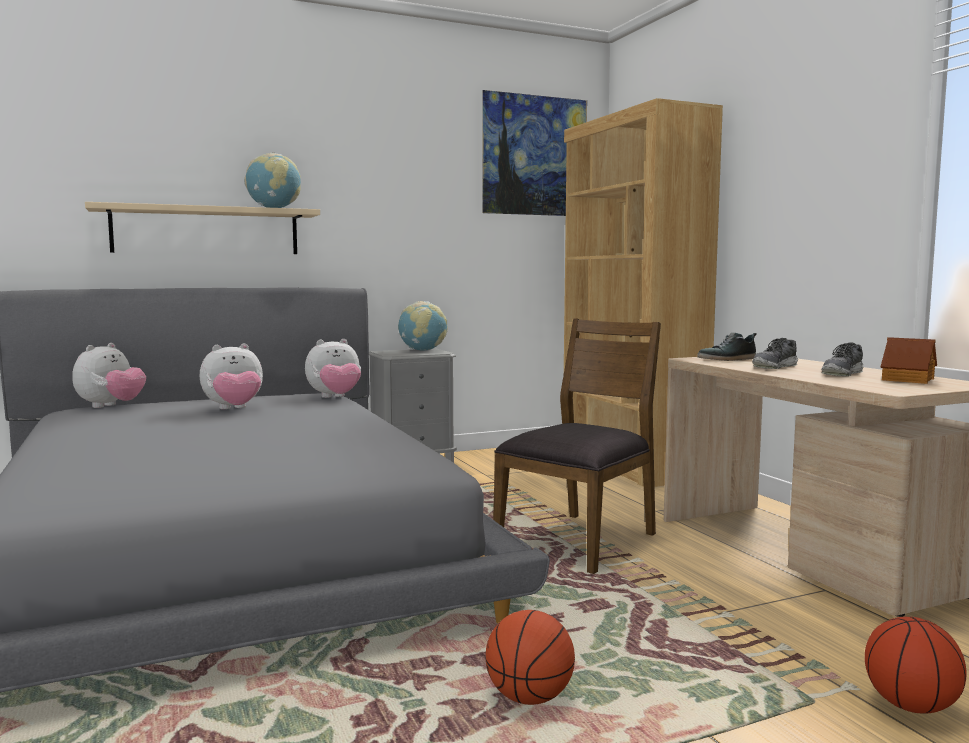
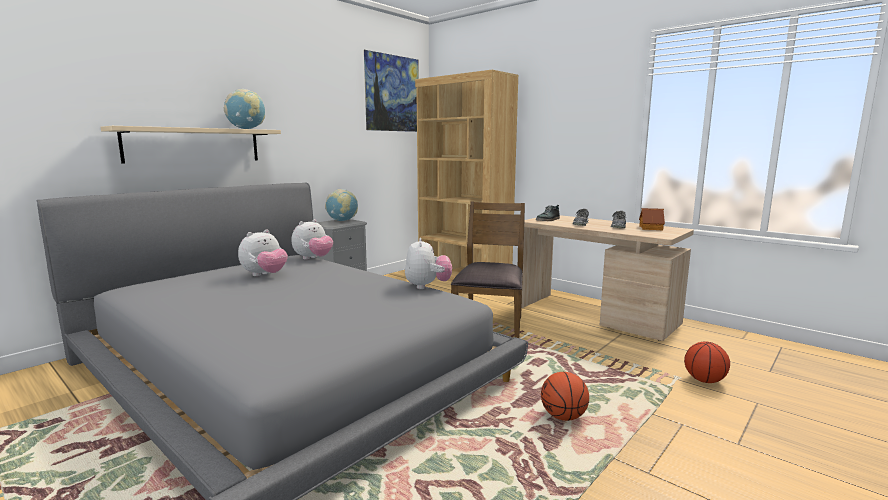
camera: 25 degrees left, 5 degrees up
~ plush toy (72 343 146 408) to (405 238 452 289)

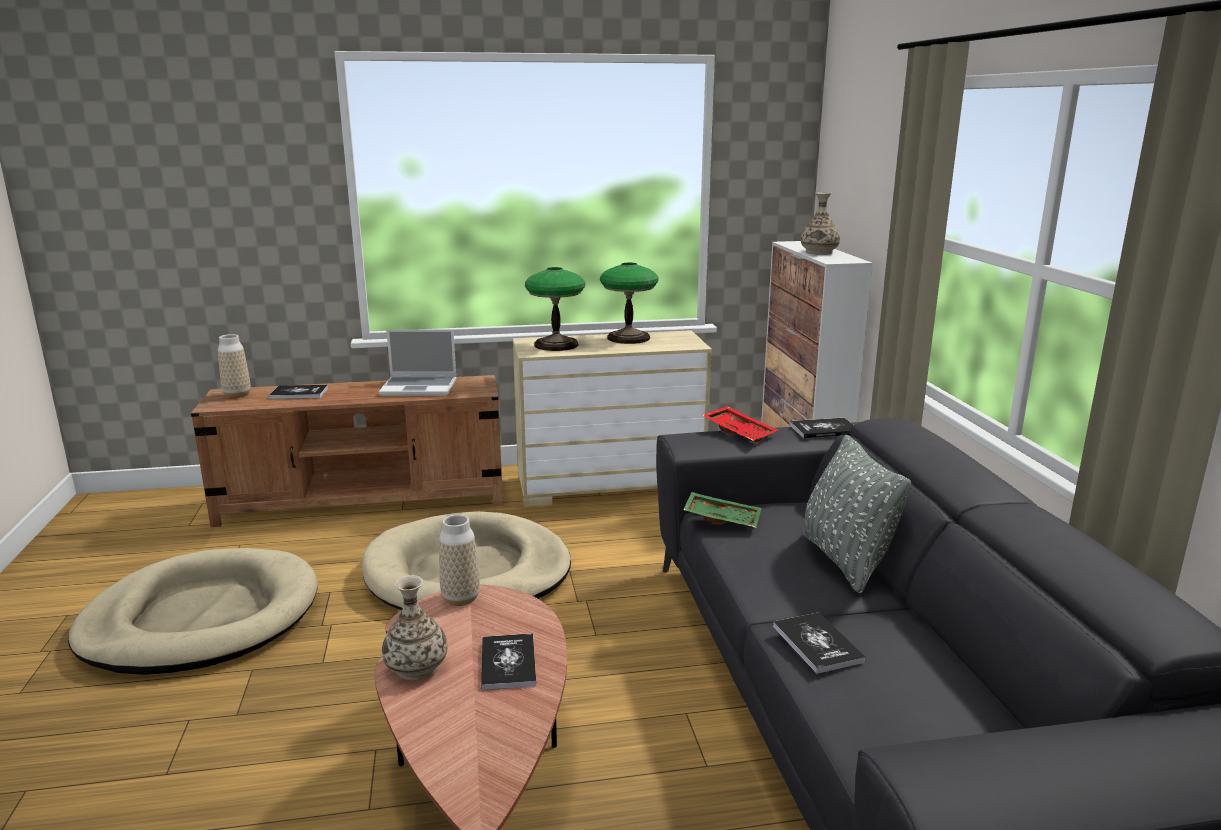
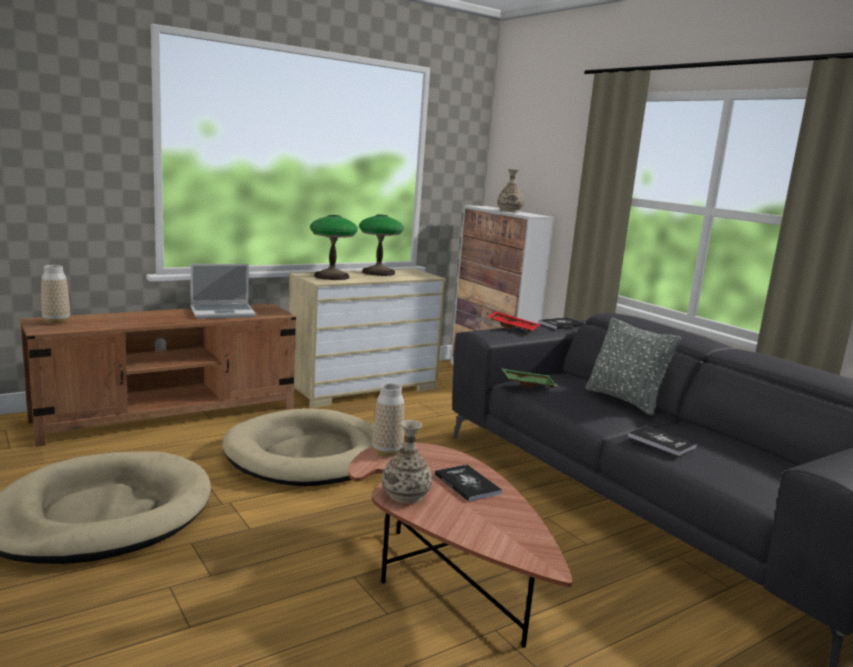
camera: 25 degrees left, 5 degrees down
- book (269 385 328 399)

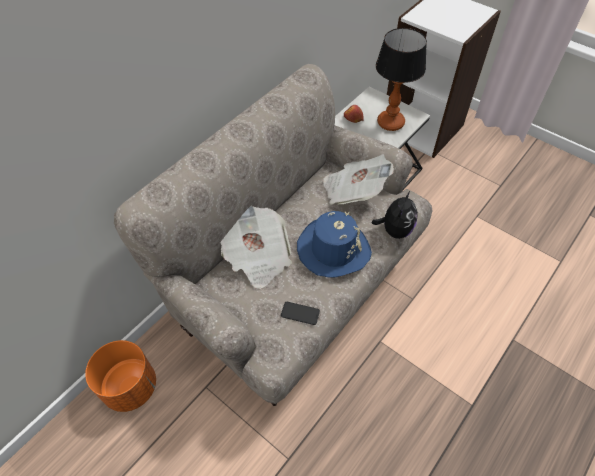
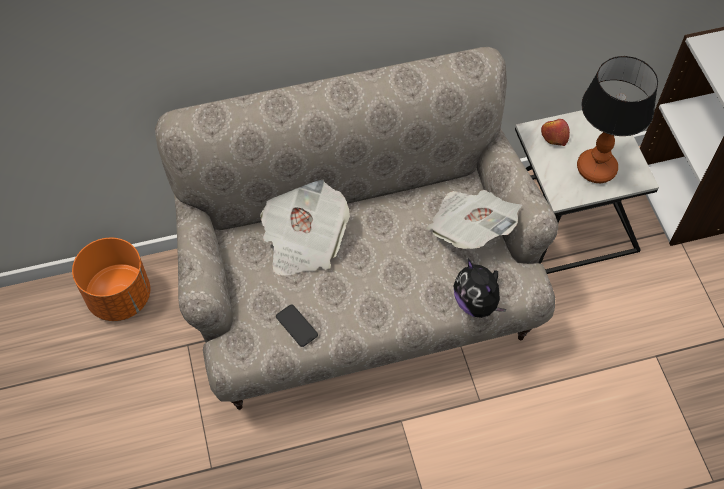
camera: 35 degrees right, 5 degrees up
- hat (blue) (297 211 372 278)
~ plush toy (372 190 418 239) = (453 259 507 318) 90 degrees clockwise

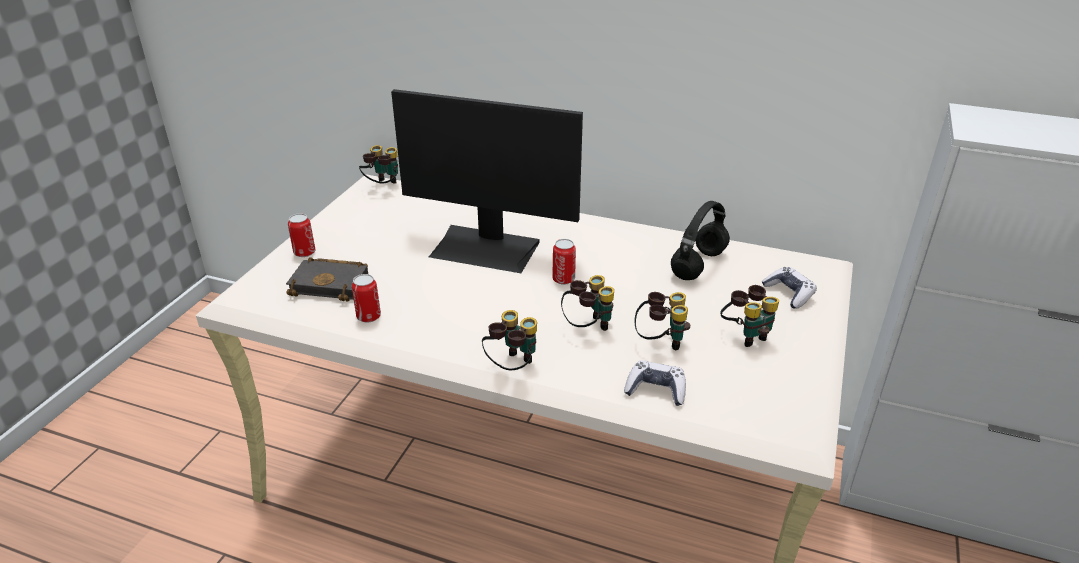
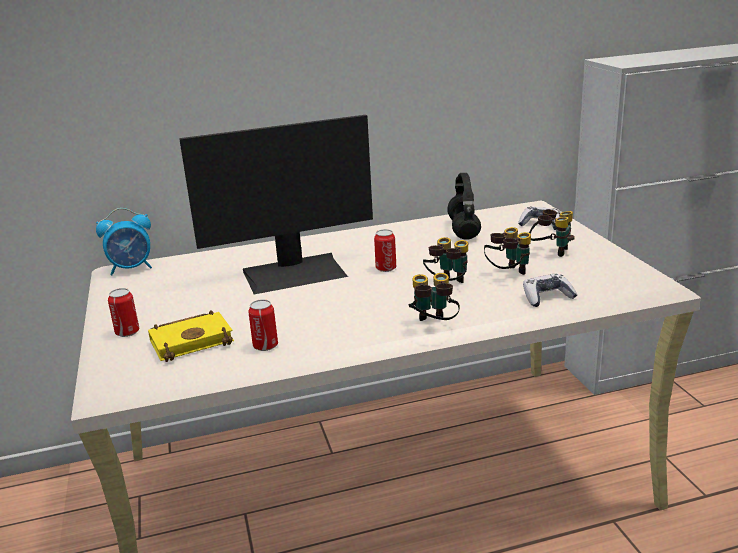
camera: 35 degrees left, 10 degrees down
~ binoculars (359 145 398 184) to alarm clock (96 208 152 275)
~ book (black) (286 257 368 302) to book (yellow) (148 310 234 362)

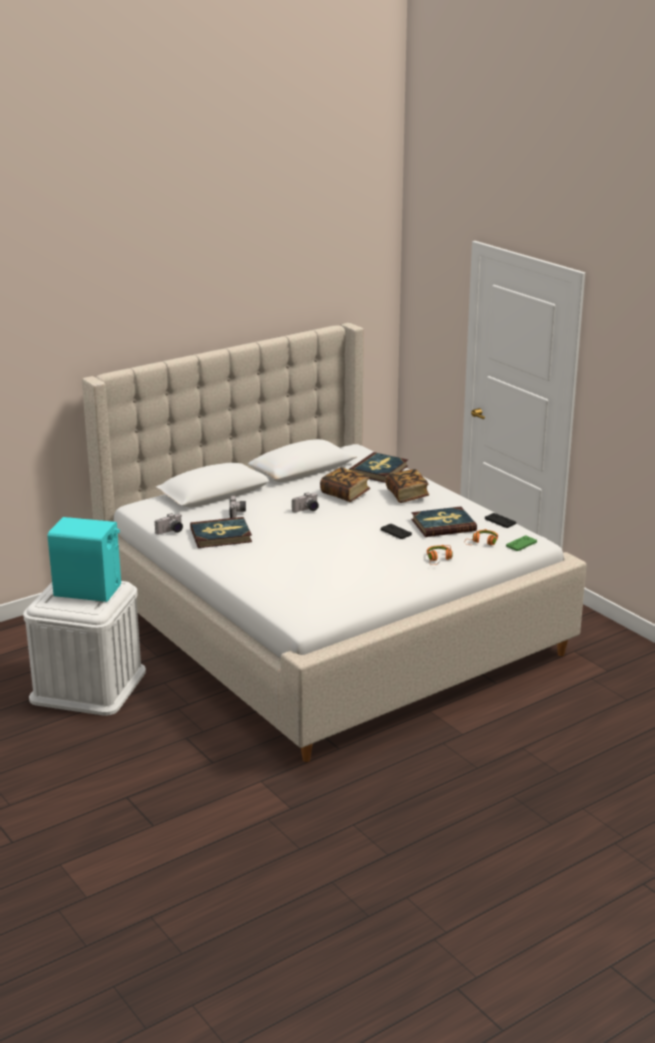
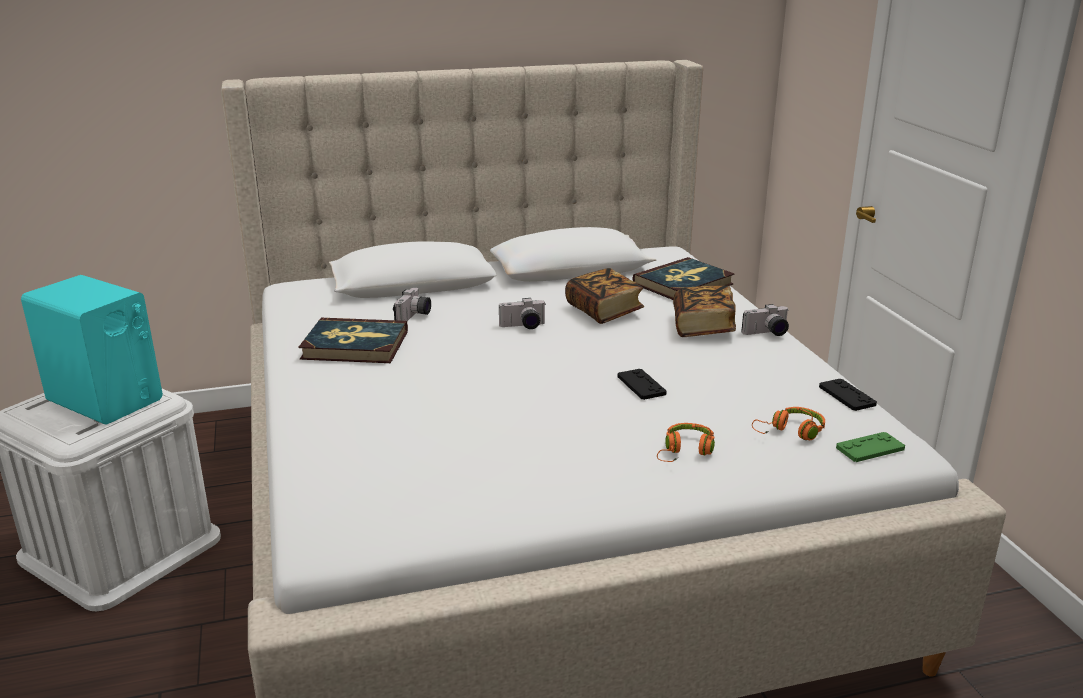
camera: 20 degrees right, 0 degrees up
- book (411 506 477 537)
~ photo camera (155 513 183 535) to (741 304 789 336)

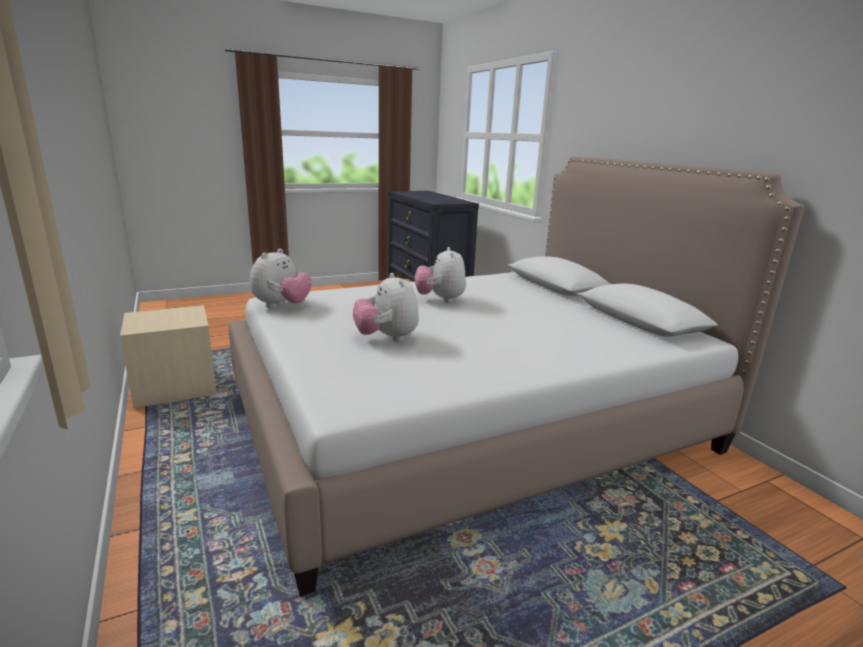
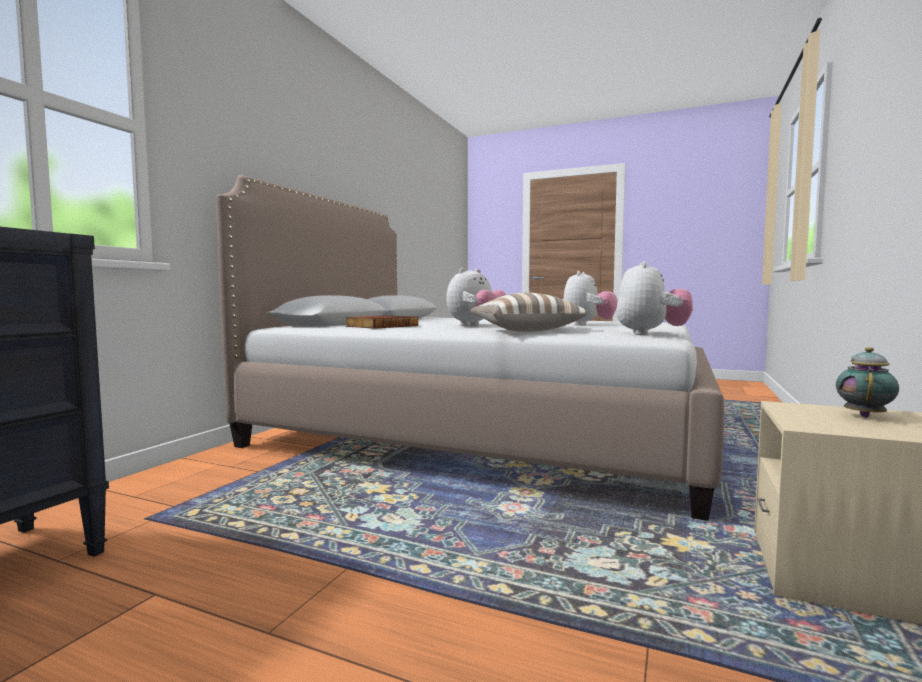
camera: 130 degrees left, 15 degrees down
+ book (345 315 418 329)
+ pillow (470 293 587 332)
+ teapot (836 347 899 418)
~ plush toy (250 249 312 308) = (616 261 693 335) 120 degrees clockwise

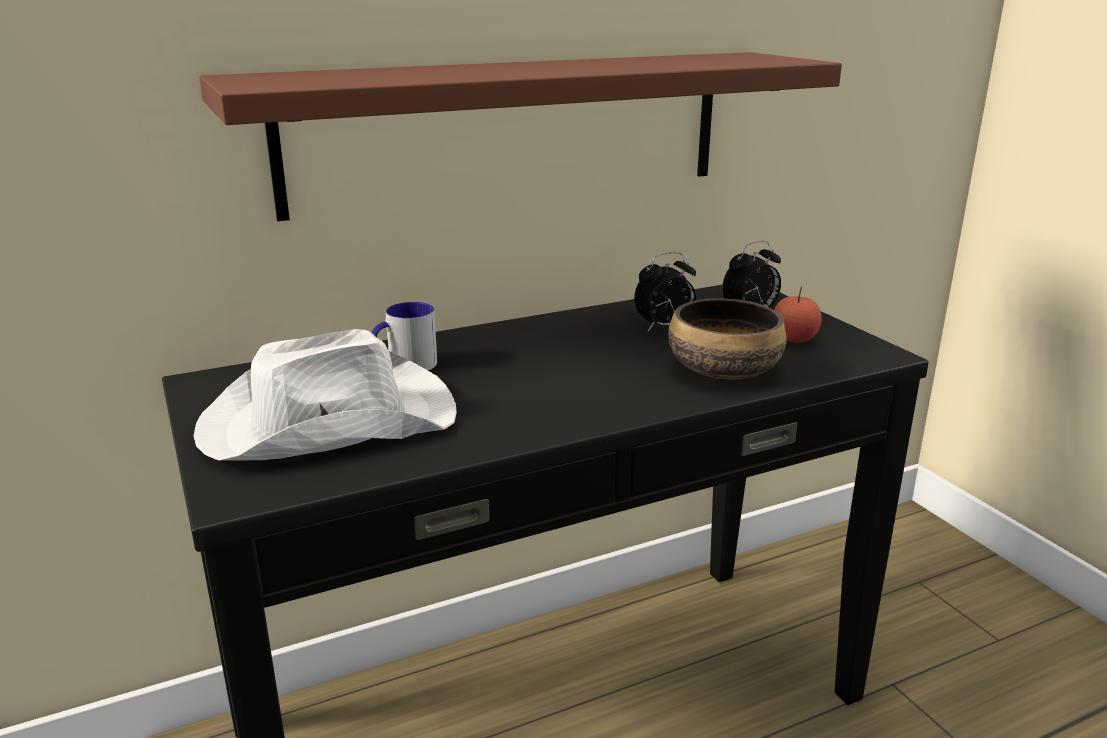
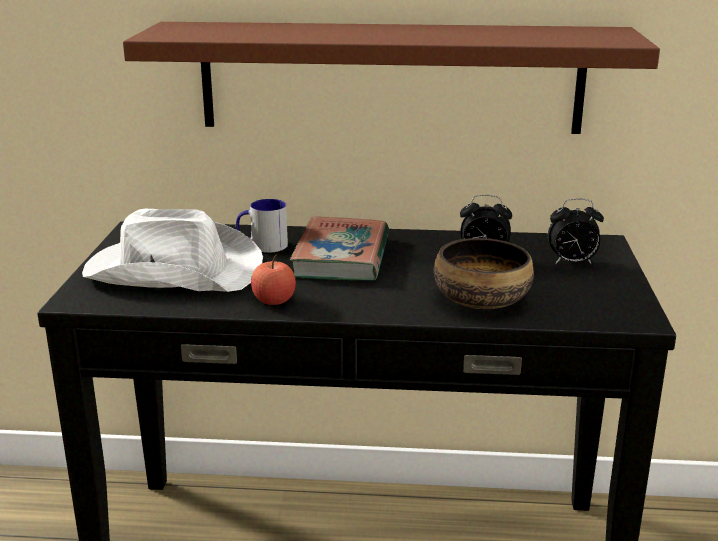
camera: 30 degrees right, 0 degrees up
+ book (290 216 389 281)
~ apple (774 286 821 343) to (251 254 296 305)

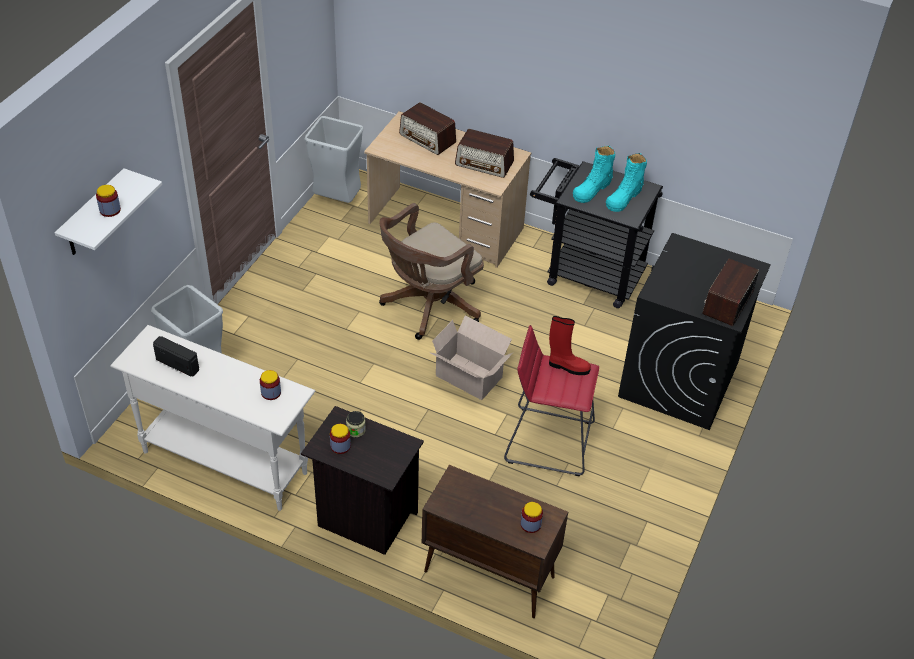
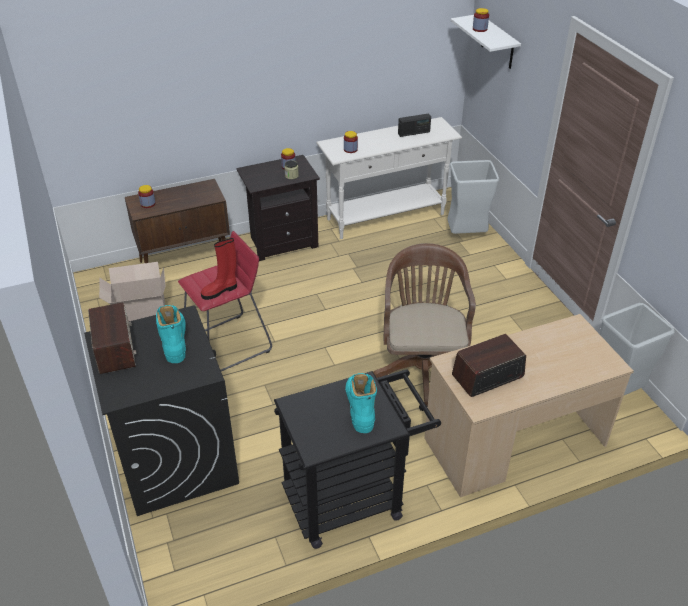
camera: 135 degrees right, 5 degrees down
- radio (399 102 456 155)
~ cardboard box (429 315 513 400) to (99 262 165 321)
~ boot (turquoise) (606 153 647 212) to (156 305 186 363)

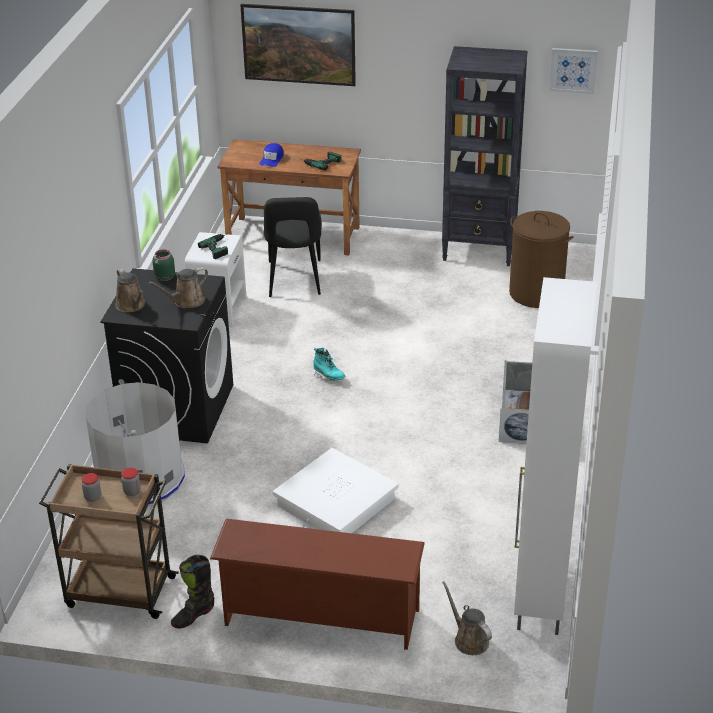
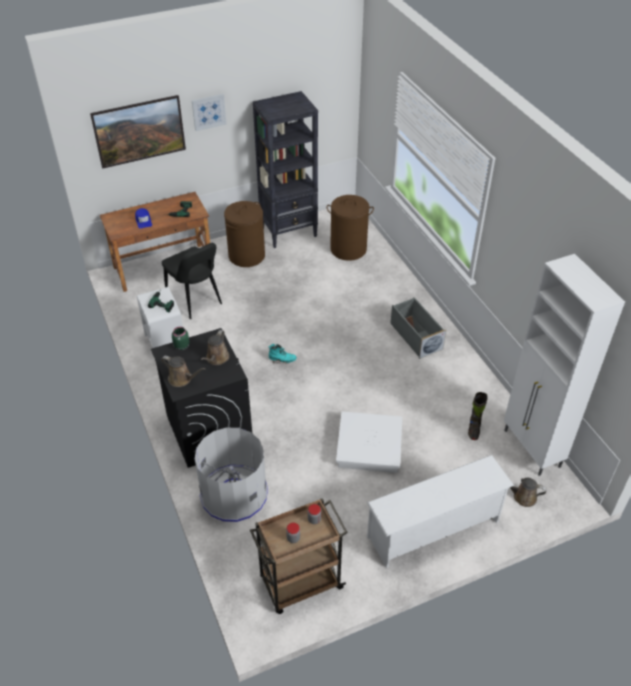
camera: 35 degrees left, 10 degrees up
+ laundry basket (brown) (224 201 265 267)
~ boot (black) (171 555 214 629) to (468 392 488 440)
~ picture (549 48 598 94) to (192 94 226 131)
~ shoe rack (brown) (210 519 425 650) to shoe rack (white) (367 455 514 568)

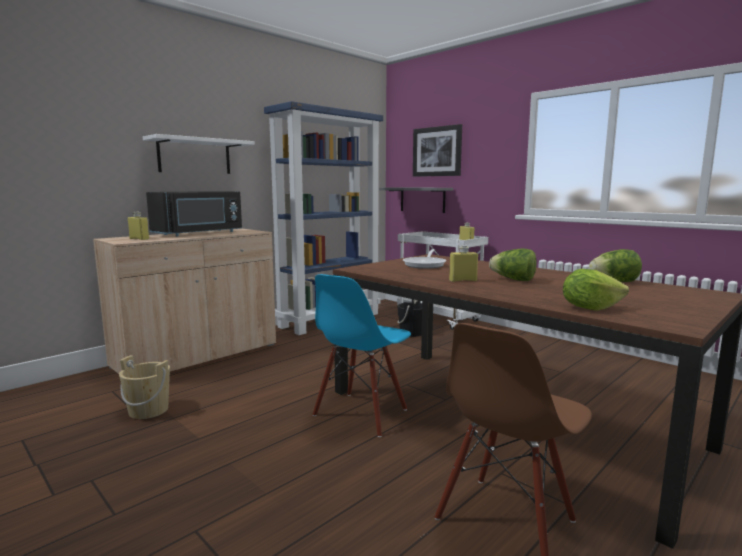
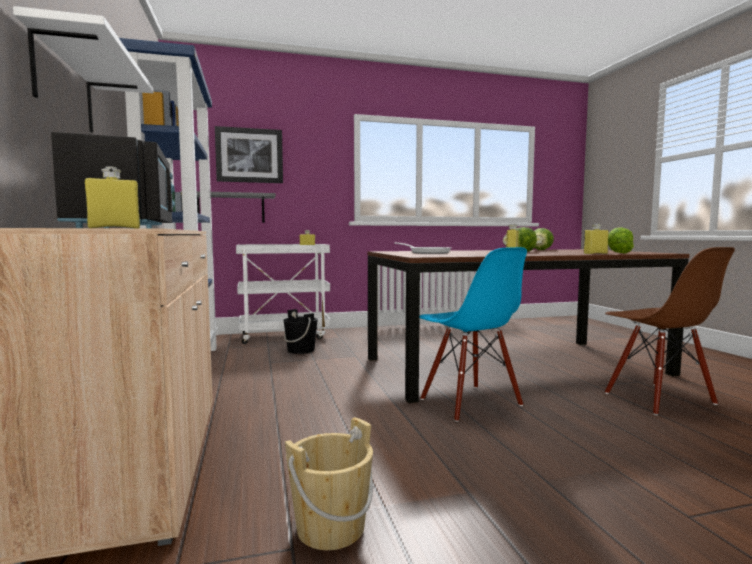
camera: 60 degrees left, 5 degrees down
+ bottle (yellow) (584 224 609 254)

